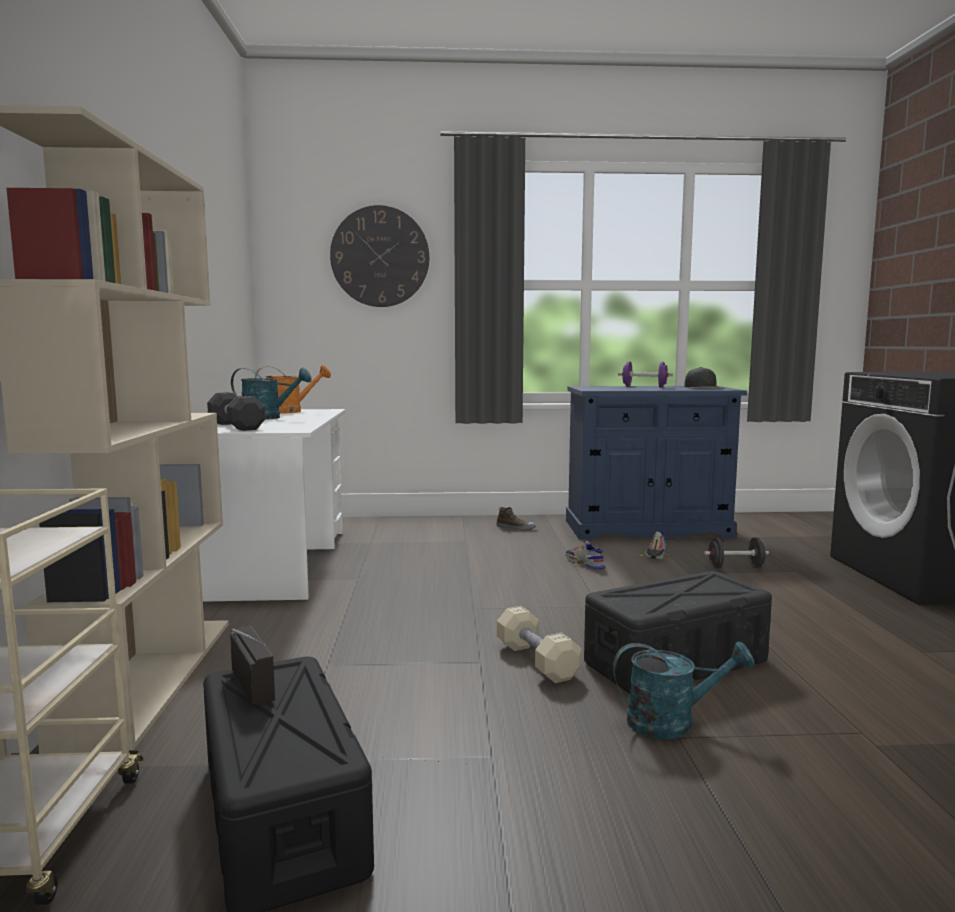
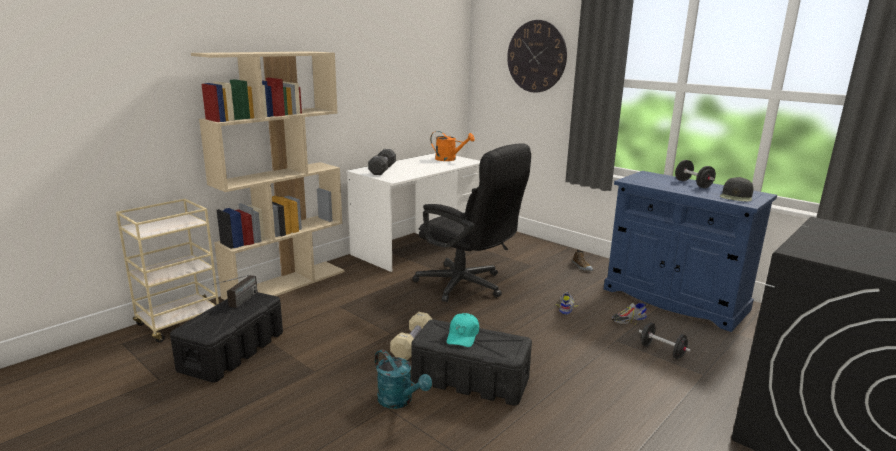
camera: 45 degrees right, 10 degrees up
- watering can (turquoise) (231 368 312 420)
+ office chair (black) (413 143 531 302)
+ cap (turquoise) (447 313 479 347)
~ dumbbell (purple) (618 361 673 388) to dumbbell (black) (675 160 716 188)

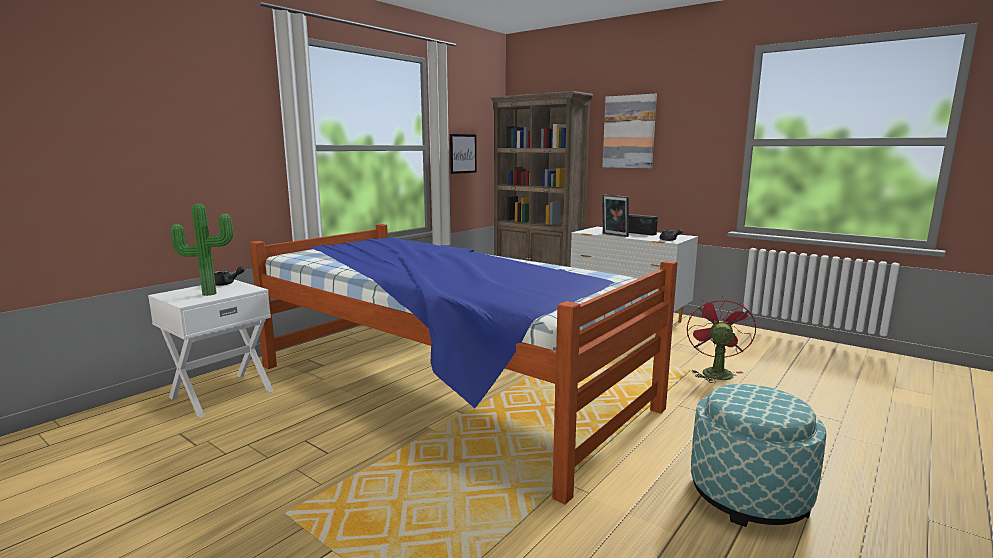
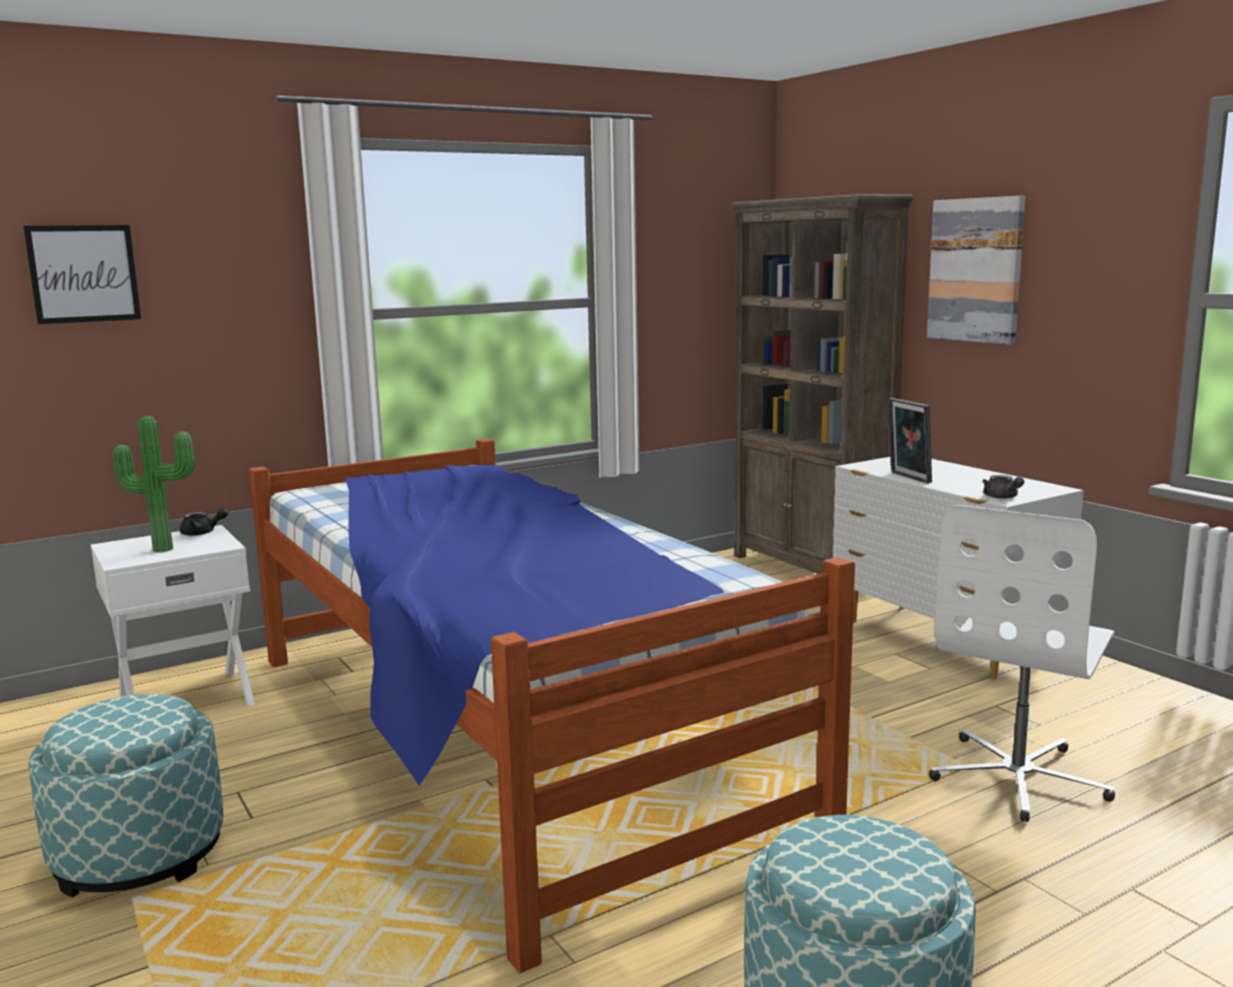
camera: 20 degrees right, 0 degrees up
- radio (629 214 658 236)
+ ottoman (28 694 223 897)
~ picture (450 134 477 174) to (23 225 141 324)
~ fan (red) (687 296 756 383) to office chair (white) (929 505 1115 822)

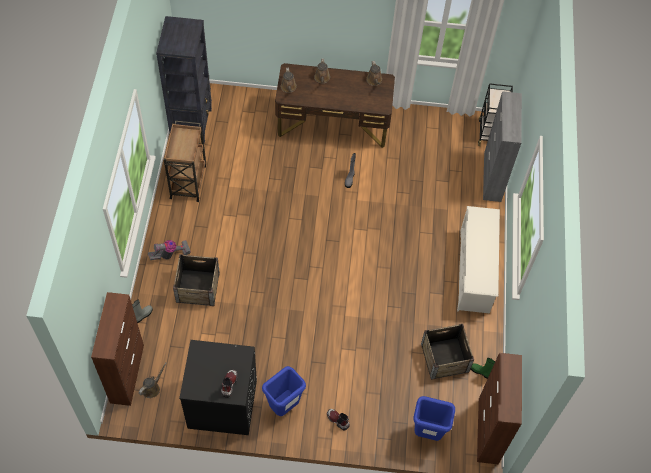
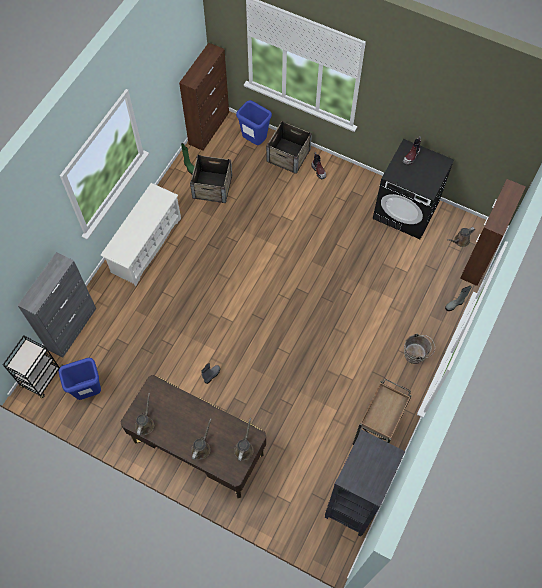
camera: 155 degrees left, 5 degrees up
~ crate (173 254 220 306) to (266 121 312 174)
~ trash can (blue) (262 366 306 416) to (58 358 101 400)
~ vacuum cleaner (148 240 191 260) to bucket (brown) (404 333 435 364)

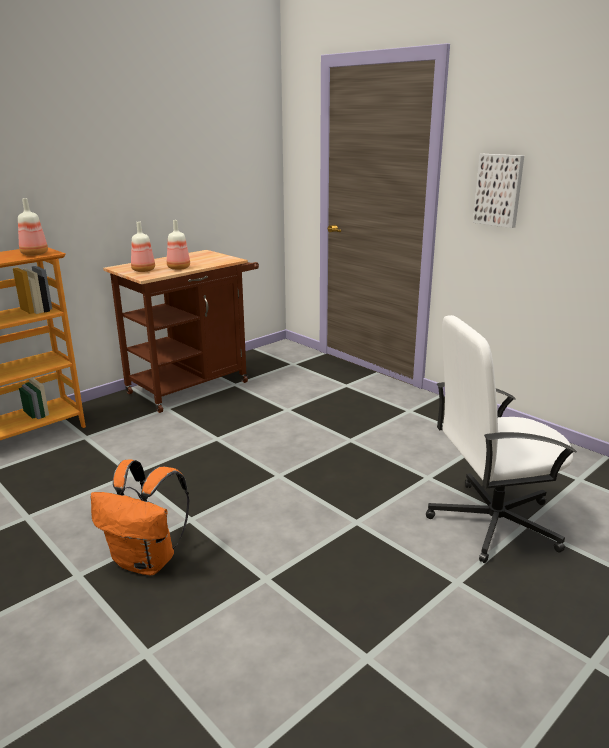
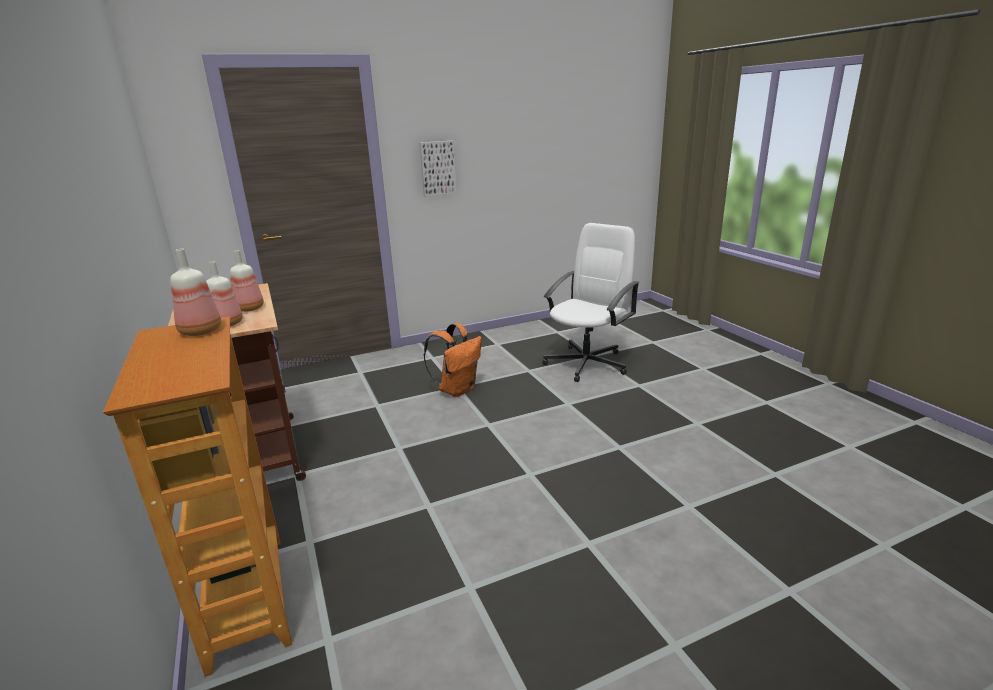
camera: 70 degrees left, 0 degrees up
~ backpack (orange) (90 460 190 575) to (424 323 482 397)
~ office chair (white) (426 315 577 563) = (542 223 640 382) 150 degrees counterclockwise

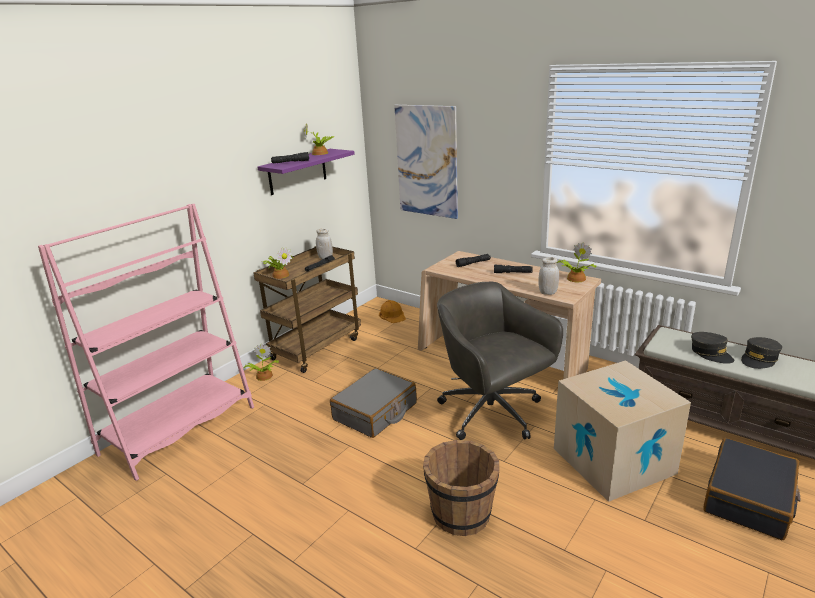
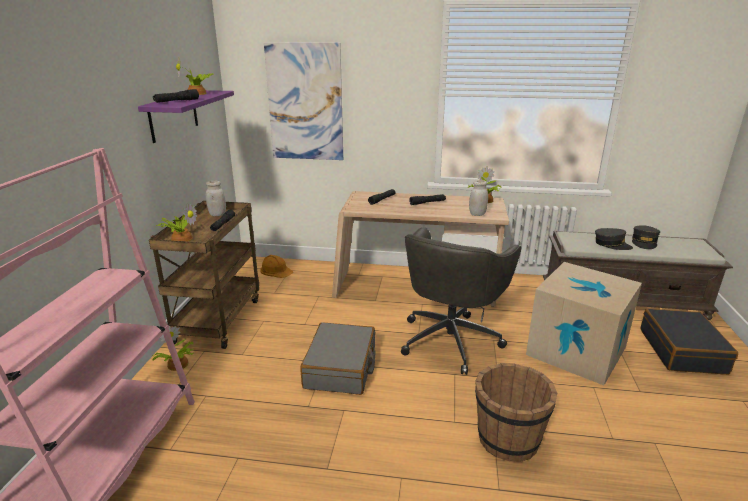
camera: 30 degrees left, 0 degrees up
~ office chair (grey) (437 282 563 440) = (401 227 521 375) 90 degrees counterclockwise

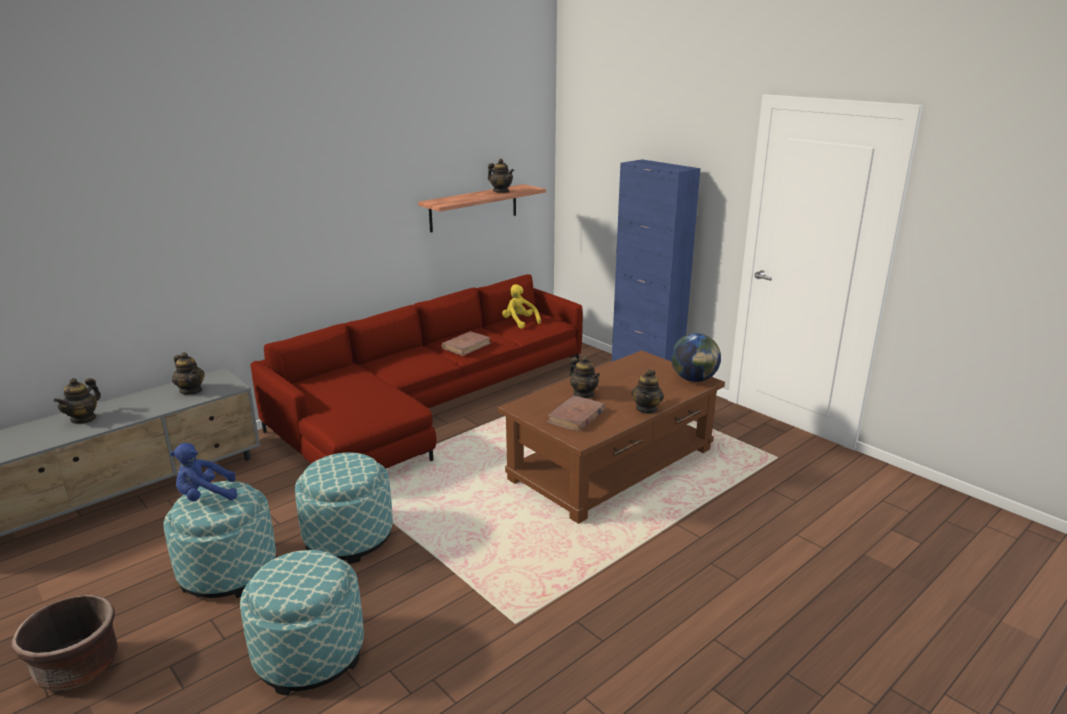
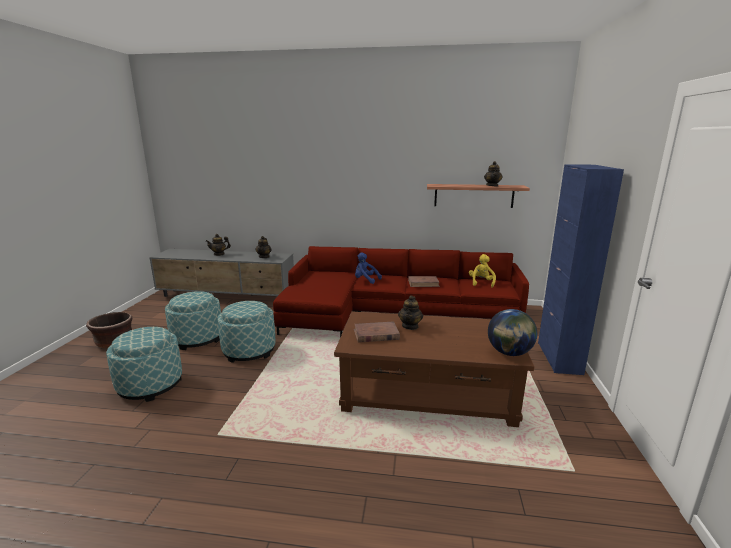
camera: 50 degrees right, 5 degrees down
- teapot (631 370 664 414)
~ plush toy (blue) (170 443 237 501) to (355 253 382 284)

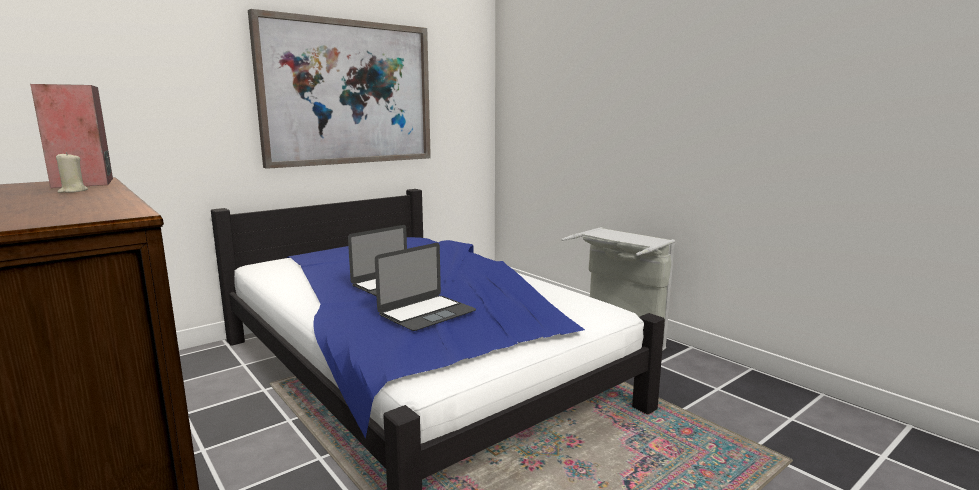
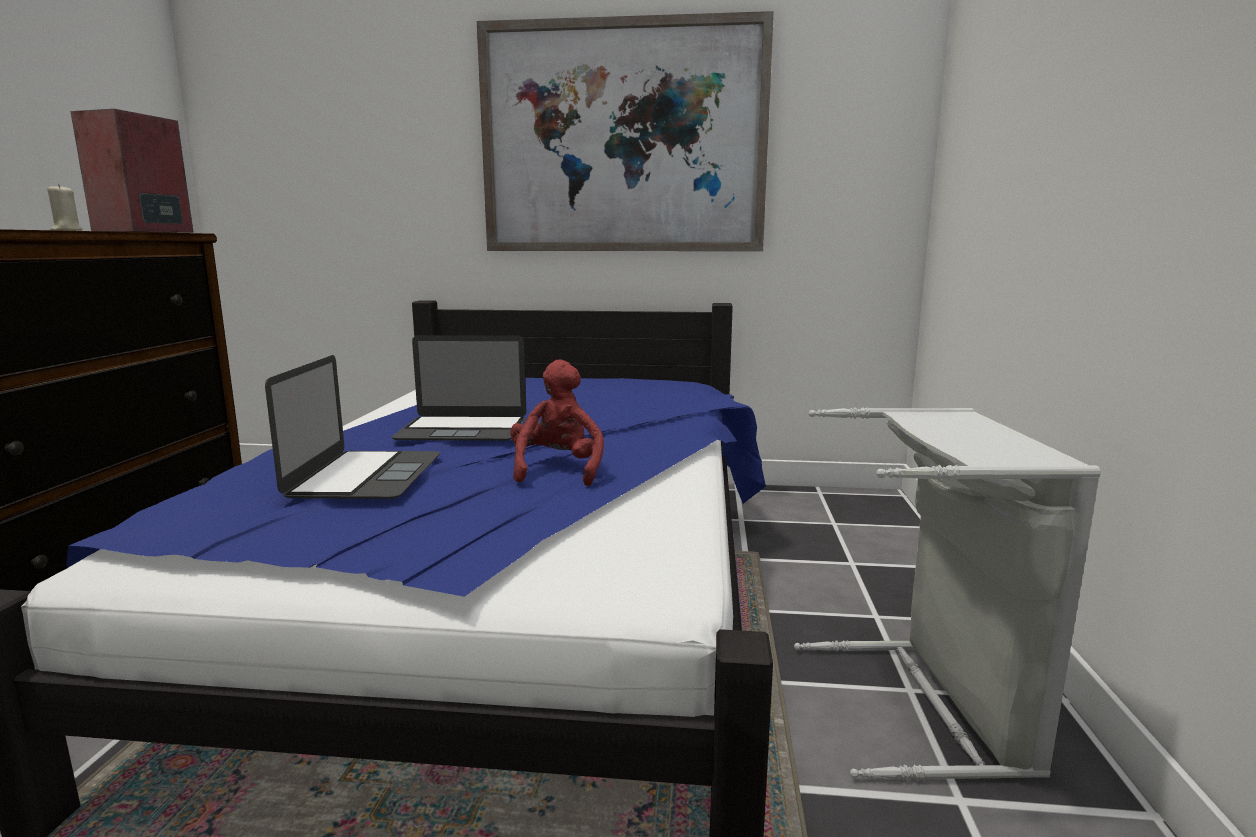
camera: 45 degrees right, 0 degrees up
+ plush toy (red) (510 360 604 486)
~ laptop (375 243 476 331) = (265 355 440 499) 90 degrees counterclockwise

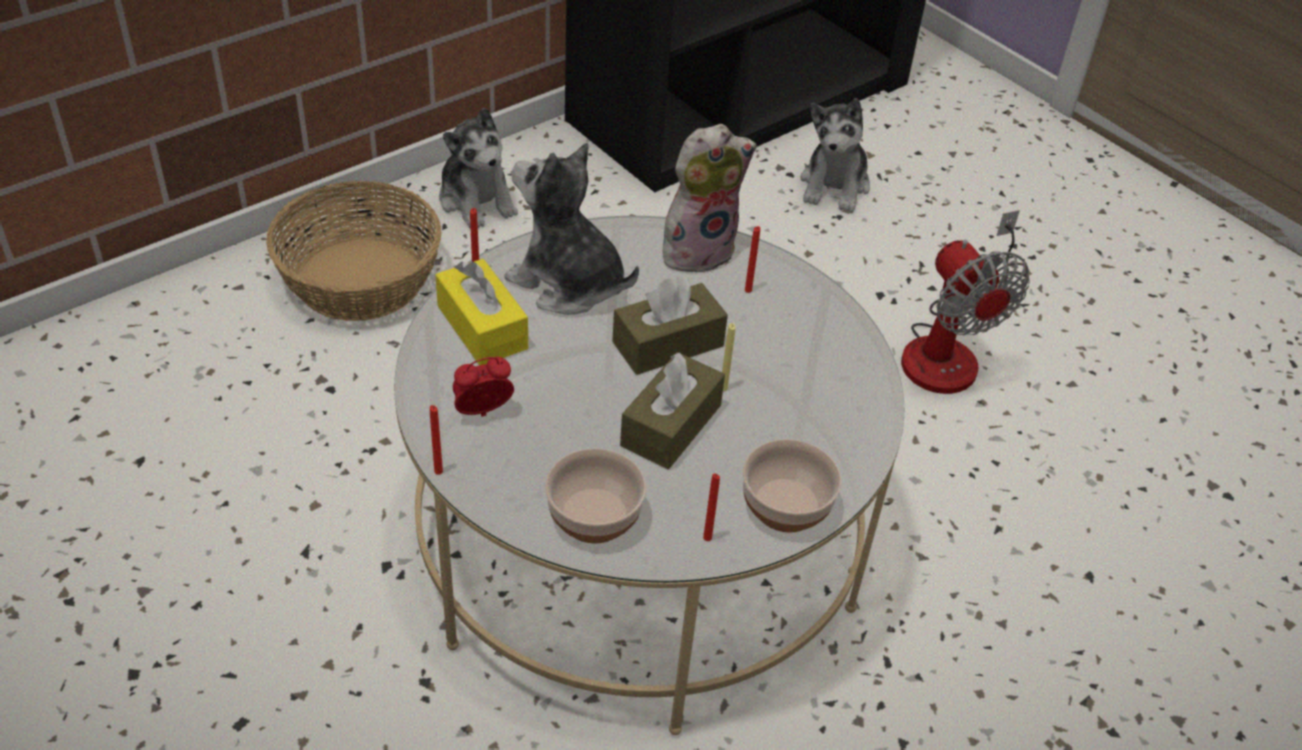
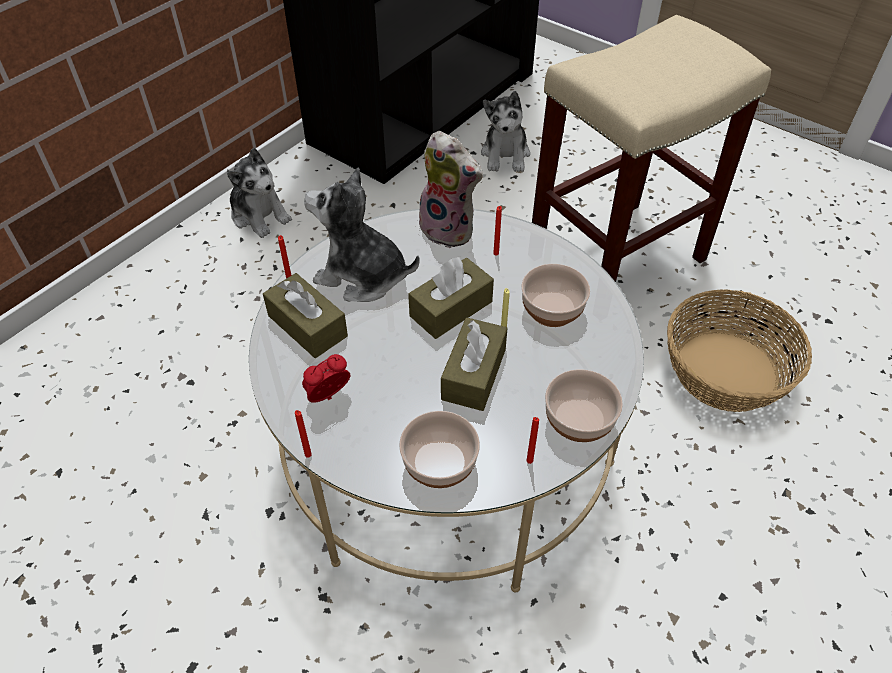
camera: 10 degrees left, 5 degrees up
+ bowl (521 264 590 327)
~ basket (266 181 442 321) to (667 289 812 412)
~ fan (901 210 1030 394) to stool (beige) (532 15 771 282)
~ tissue box (yellow) (435 259 528 365) to tissue box (brown) (263 273 348 358)
~ plush toy (663 124 757 273) = (414 131 483 248) 75 degrees clockwise

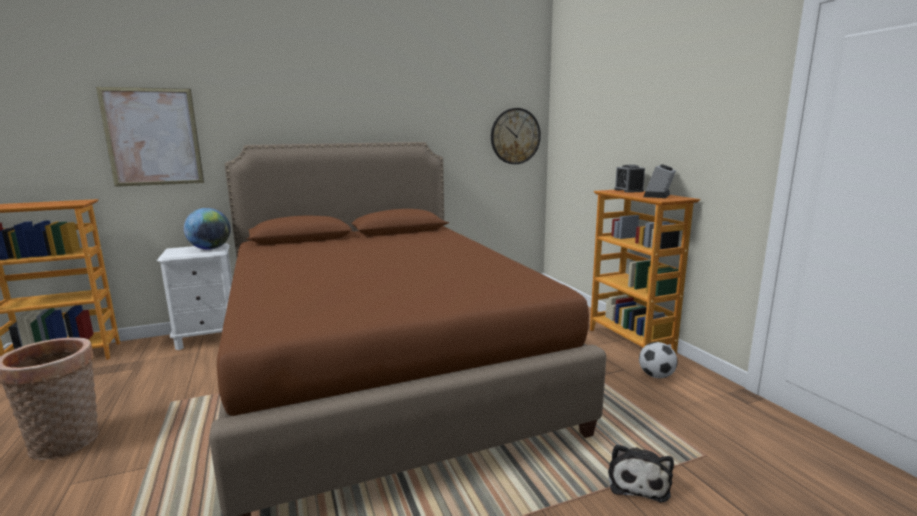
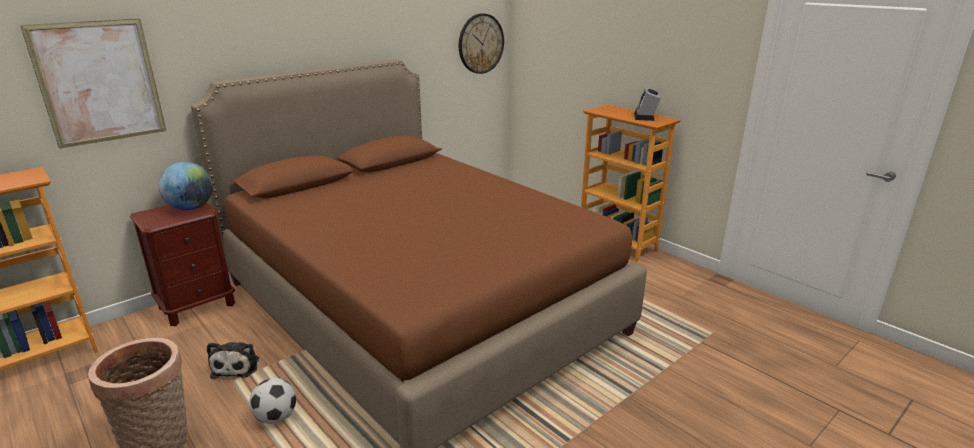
camera: 20 degrees left, 10 degrees up
- alarm clock (614 165 645 193)
~ plush toy (608 444 674 503) to (207 342 259 379)
~ football (639 342 677 378) to (249 378 296 424)
~ nightstand (white) (157 243 232 350) to nightstand (brown) (130 202 235 326)

